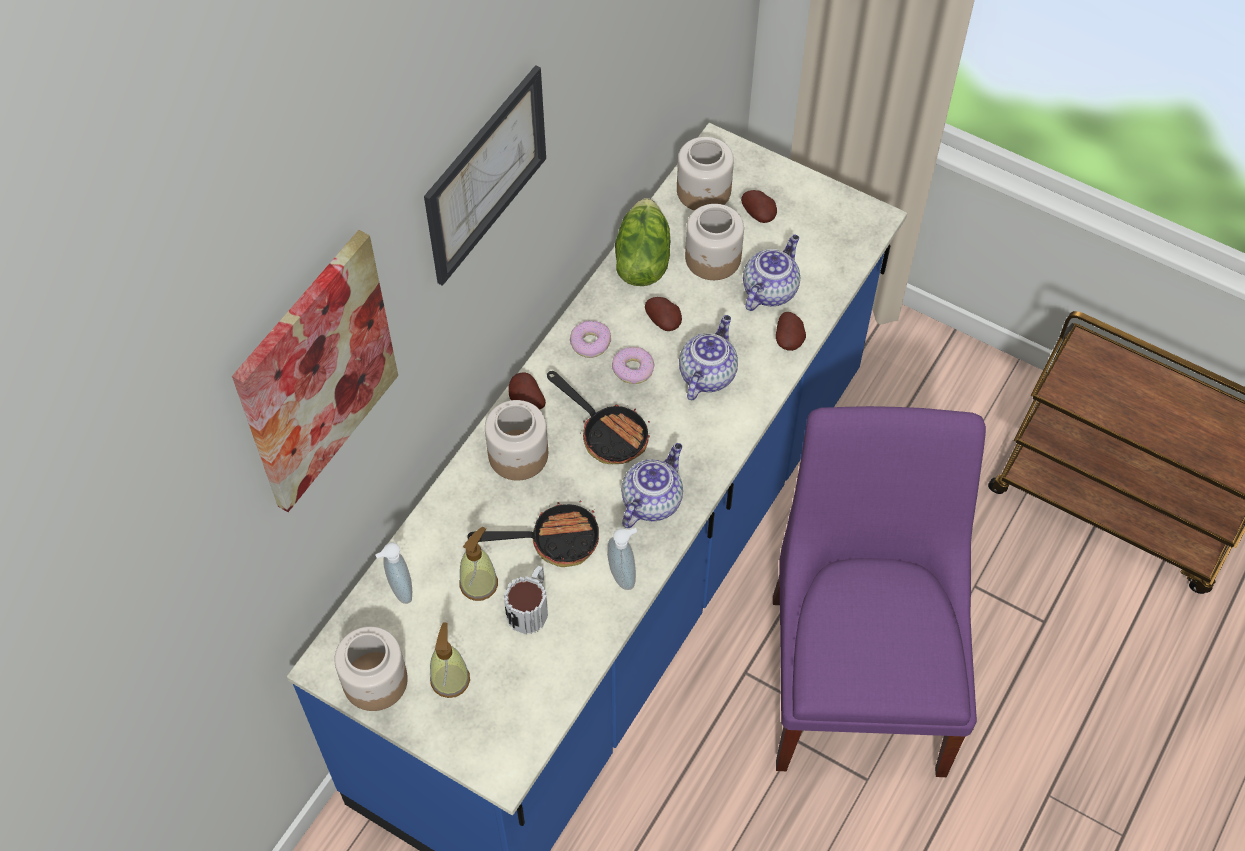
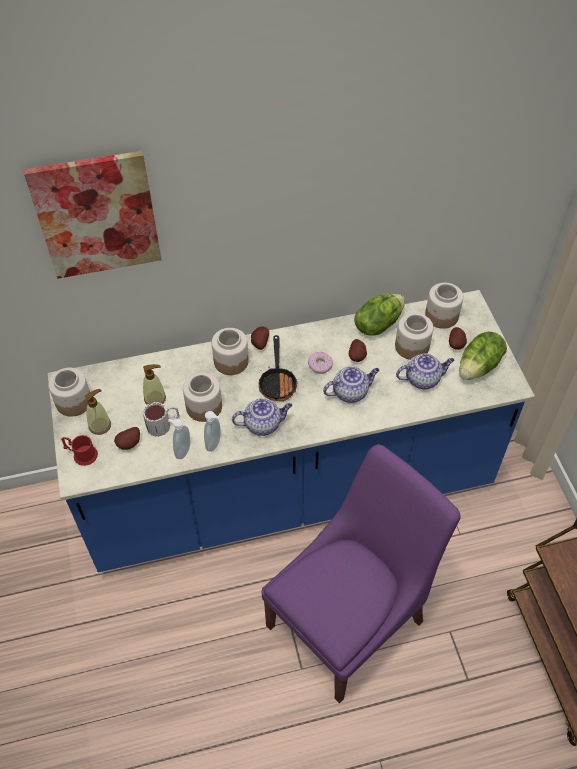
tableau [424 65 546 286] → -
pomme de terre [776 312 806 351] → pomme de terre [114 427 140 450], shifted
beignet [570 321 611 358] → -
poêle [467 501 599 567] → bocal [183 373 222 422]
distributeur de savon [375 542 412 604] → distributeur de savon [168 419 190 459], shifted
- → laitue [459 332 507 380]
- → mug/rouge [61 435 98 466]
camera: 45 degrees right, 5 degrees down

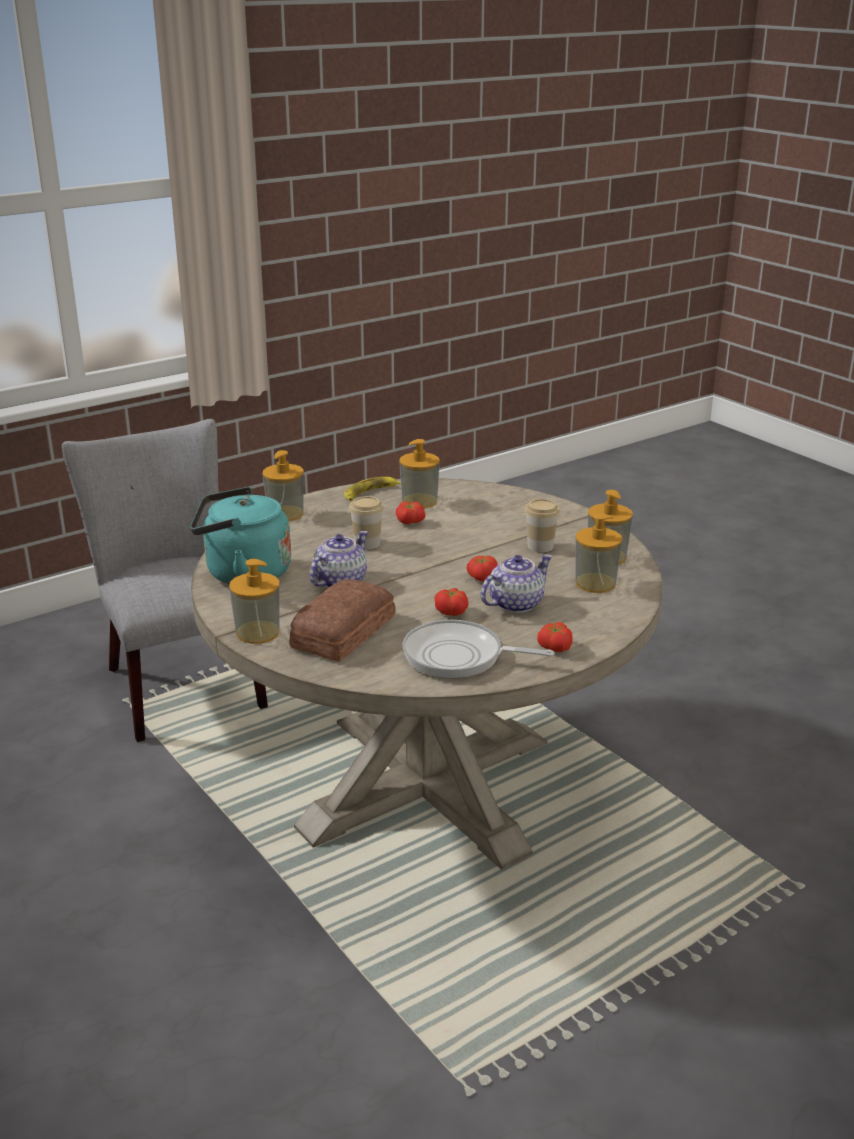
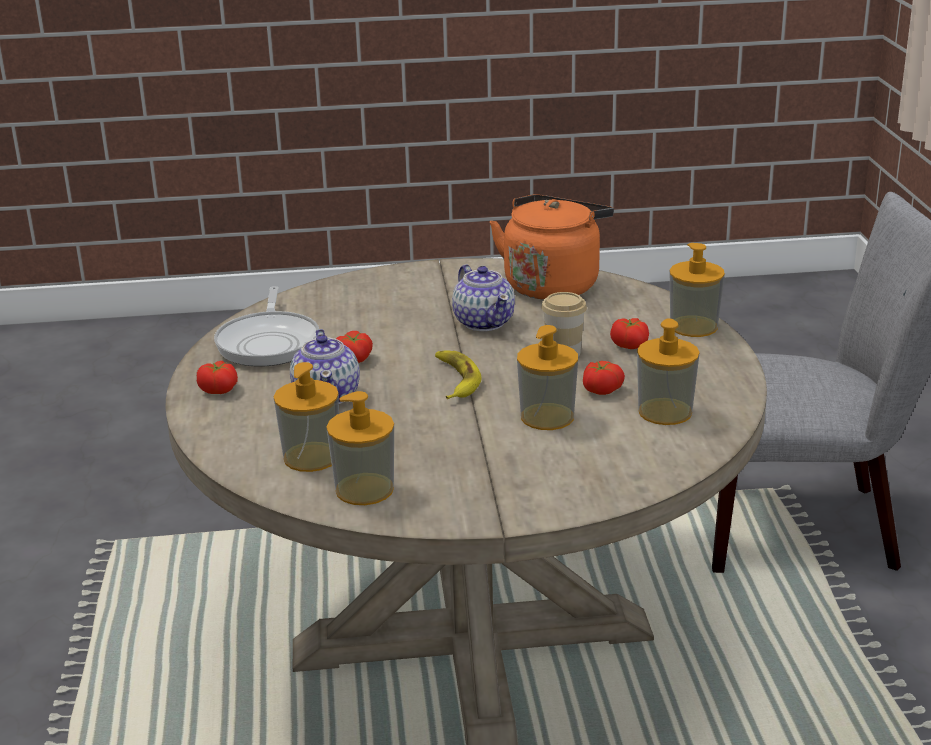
banane [344 477 401 501] → banane [435 350 482 399], shifted
bouilloire/turquoise [190 487 291 584] → bouilloire/orange [490 194 614 300]
tasse [525 499 560 552] → -
tomate [467 556 498 581] → tomate [610 318 649 349], shifted
distributeur de savon [229 559 280 644] → distributeur de savon [517 325 578 430], shifted
pain [289 579 396 662] → -
poêle [403 620 555 678] → poêle [214 286 319 366], 135 degrees clockwise
camera: 120 degrees right, 0 degrees up

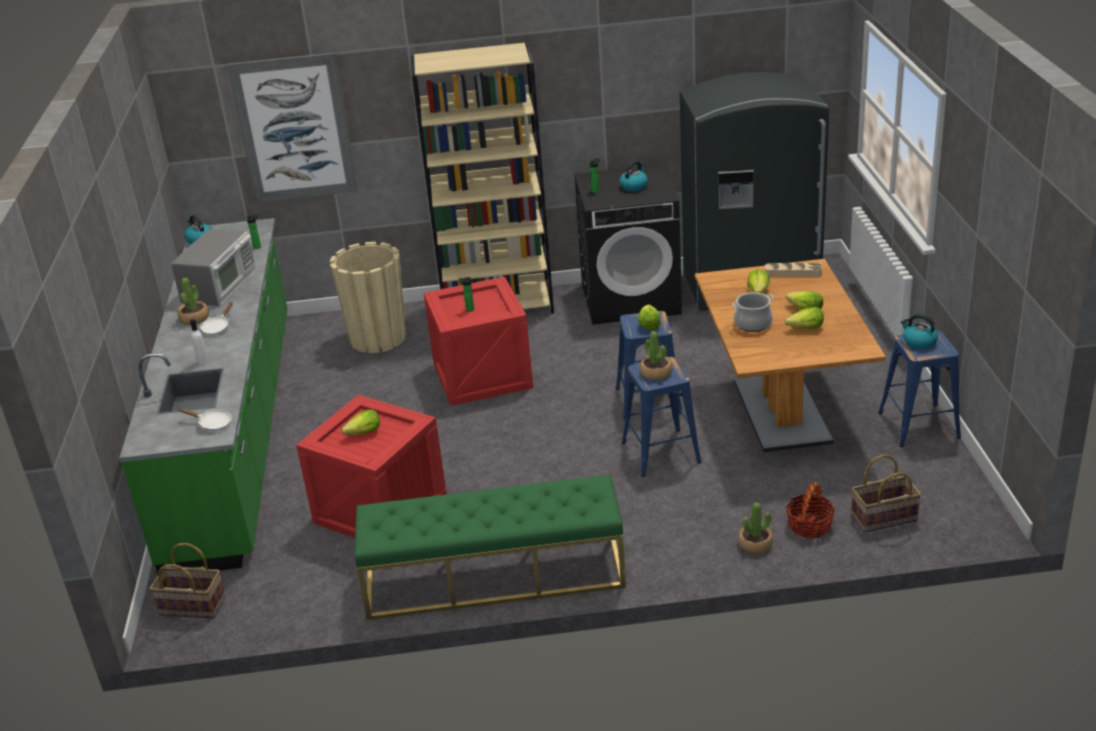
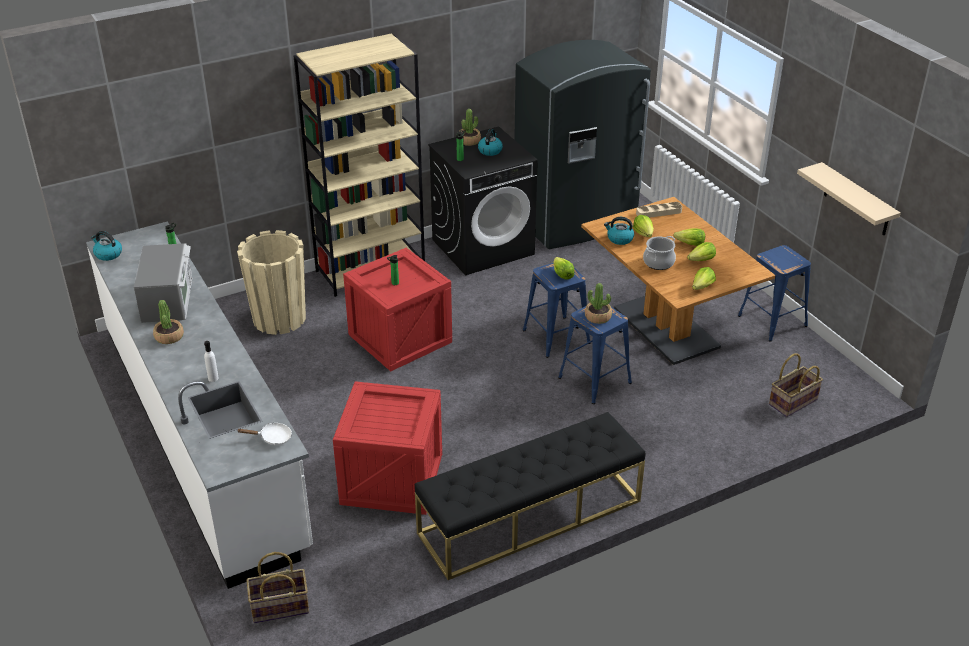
tableau [227 53 358 202] → -
comptoir de cuisine/vert [119 218 288 575] → comptoir de cuisine/blanc [86 221 313 589]
poêle/blanc [200 302 233 335] → -
bouilloire [901 314 938 349] → bouilloire [604 217 634 245], shifted
laitue [341 410 380 435] → laitue [692 267 716 290], shifted
banc/vert [355 475 626 620] → banc/noir [415 412 646 580]
panier [786 482 835 538] → -
plante en pot [738 503 773 554] → plante en pot [461 109 481 146], shifted
- → étagère/beige [797 162 901 235]
camera: 25 degrees left, 5 degrees up

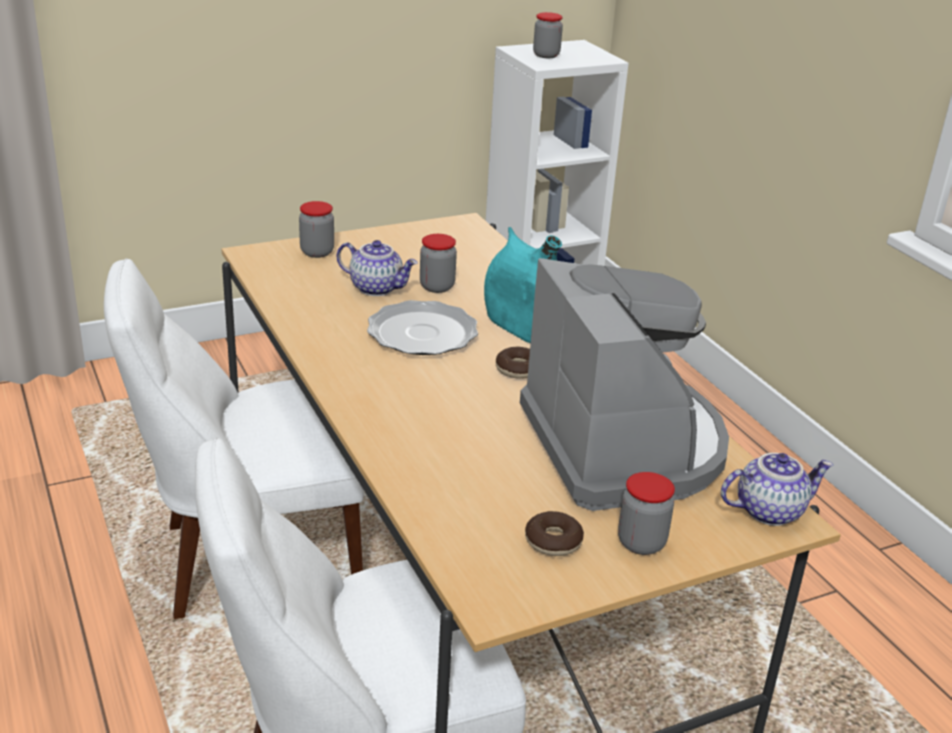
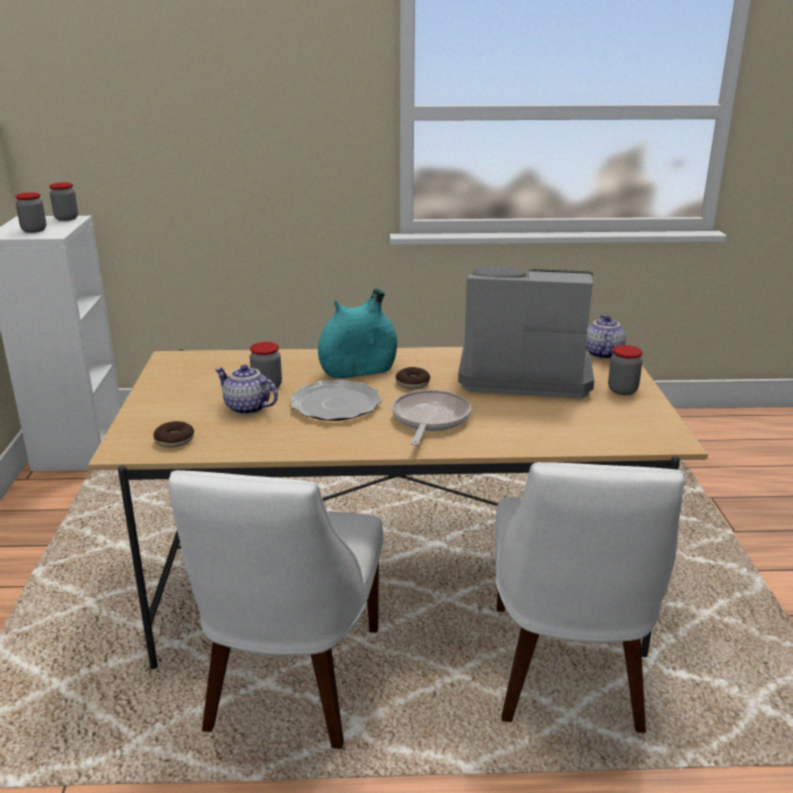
bocal [299 201 334 258] → bocal [49 183 78 221], shifted
théière [337 240 418 296] → théière [215 365 278 415], 105 degrees counterclockwise
beignet [525 511 584 556] → beignet [153 421 194 448], shifted
- → poêle [392 389 471 446]
camera: 65 degrees left, 5 degrees down

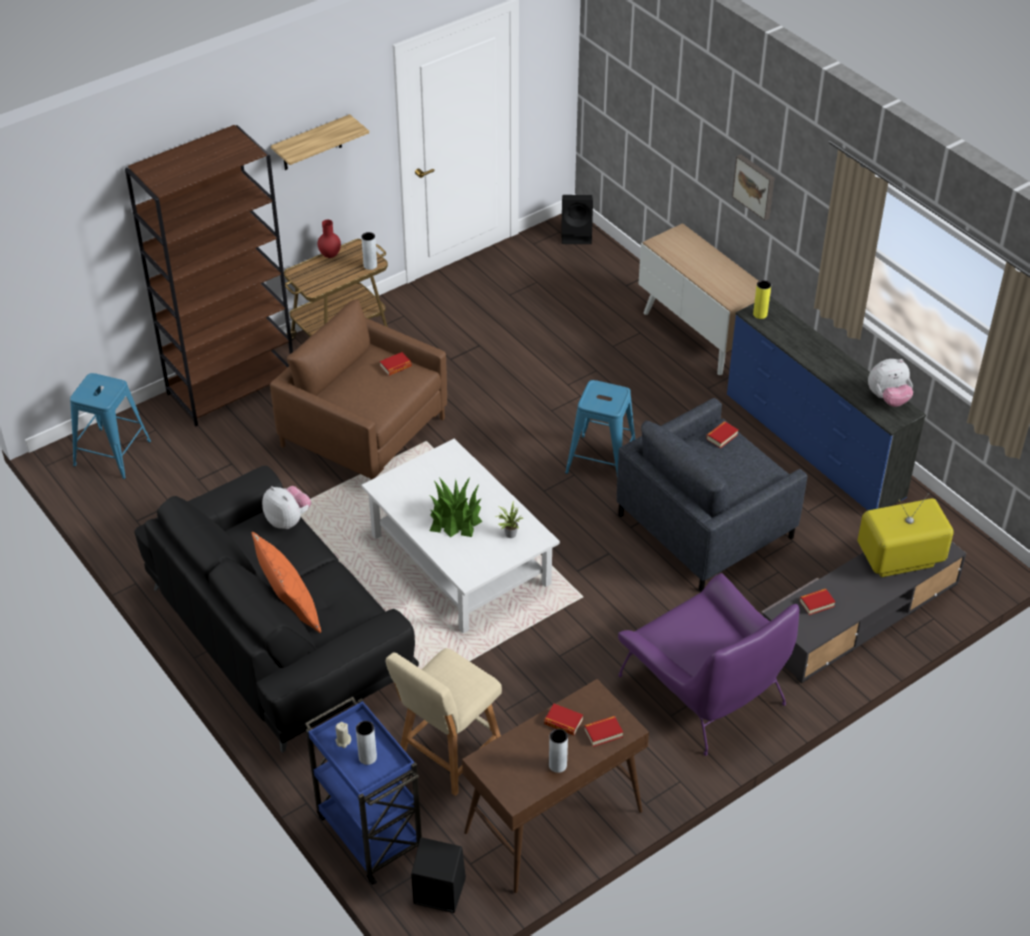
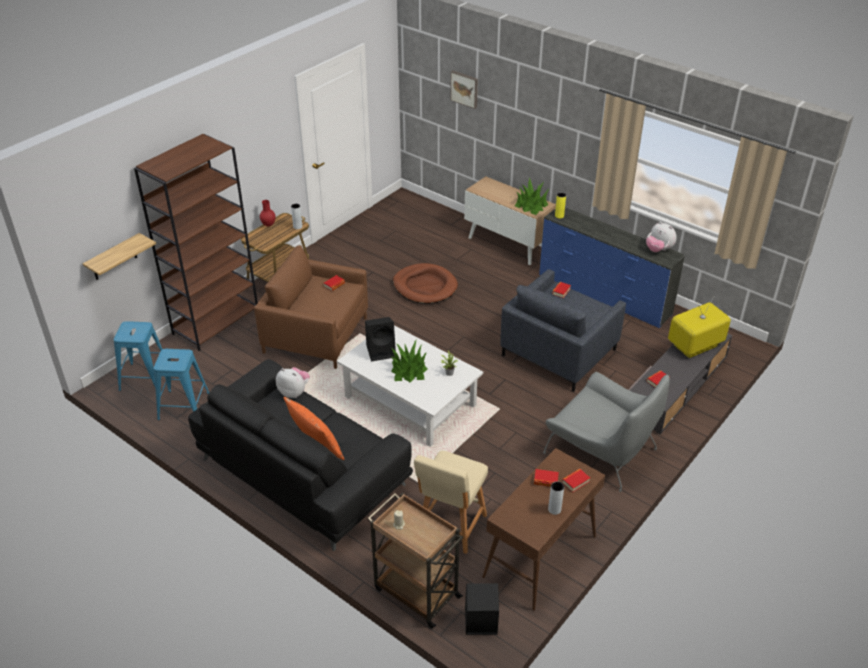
étagère [271 114 369 170] → étagère [82 233 156 280], shifted
tableau [732 154 774 220] → tableau [450 71 478 109], shifted
enceinte/noir [562 195 593 244] → enceinte/noir [365 317 396 361], shifted
peluche [868 359 913 407] → peluche [646 222 677 252], 75 degrees clockwise
tabouret/bleu [565 380 635 474] → tabouret/bleu [154 349 209 420], shifted
fauteuil/violet [618 573 800 756] → fauteuil/gris [543 372 670 492]
chariot/bleu [305 697 422 885] → chariot/marron [367 493 464 628]
vase/gris [356 721 377 765] → -
- → plante en pot [515 178 549 215]
- → panier pour chien/marron [393 263 458 304]
camera: 15 degrees left, 5 degrees down

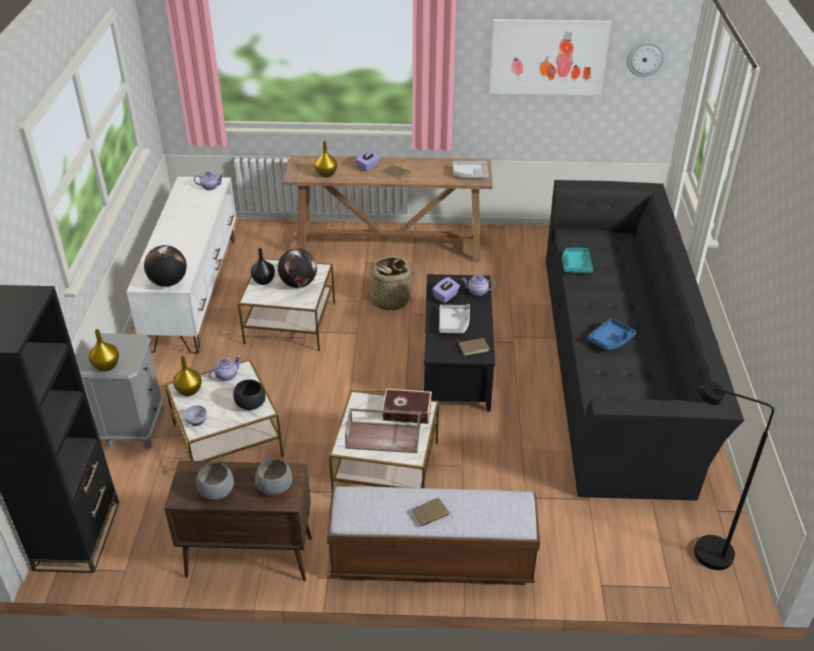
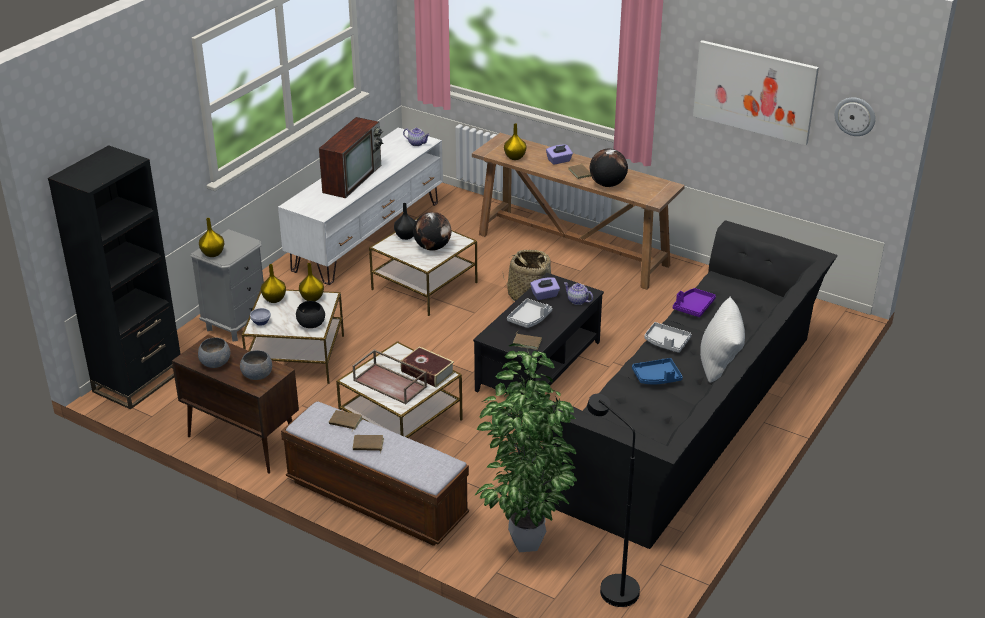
plateau/gris [453 161 489 178] → plateau/gris [644 322 691 353], shifted
globe [144 245 187 287] → globe [589 149 628 187], shifted
plateau/turquoise [562 248 593 273] → plateau/violet [673 288 716 317]
théière [209 356 242 381] → vase/jaune [299 263 324 301]
- → téléviseur [319 117 384 198]
- → coussin/blanc [700 296 745 383]
- → plante en pot [475 343 577 552]
- → livre/marron [329 410 363 431]
camera: 30 degrees right, 5 degrees down

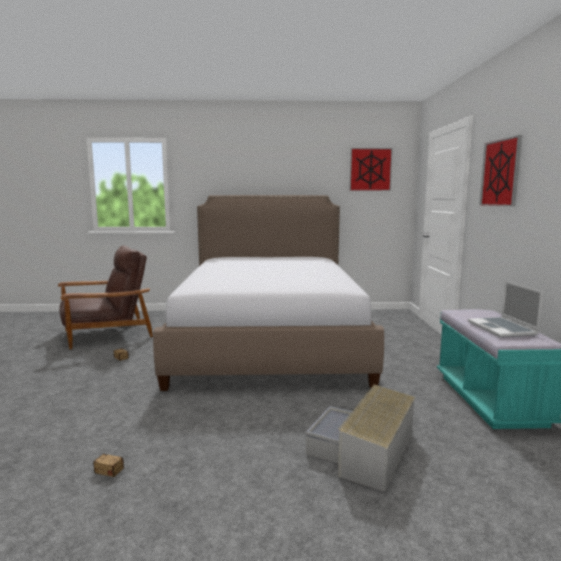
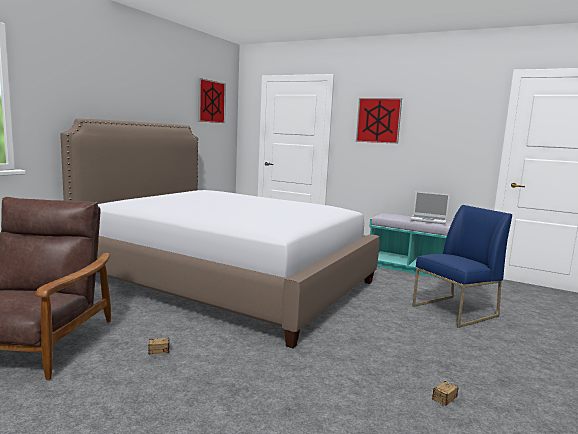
boîte de rangement/gris [306 384 415 492] → chaise/bleu [412 205 512 328]
camera: 60 degrees left, 0 degrees up

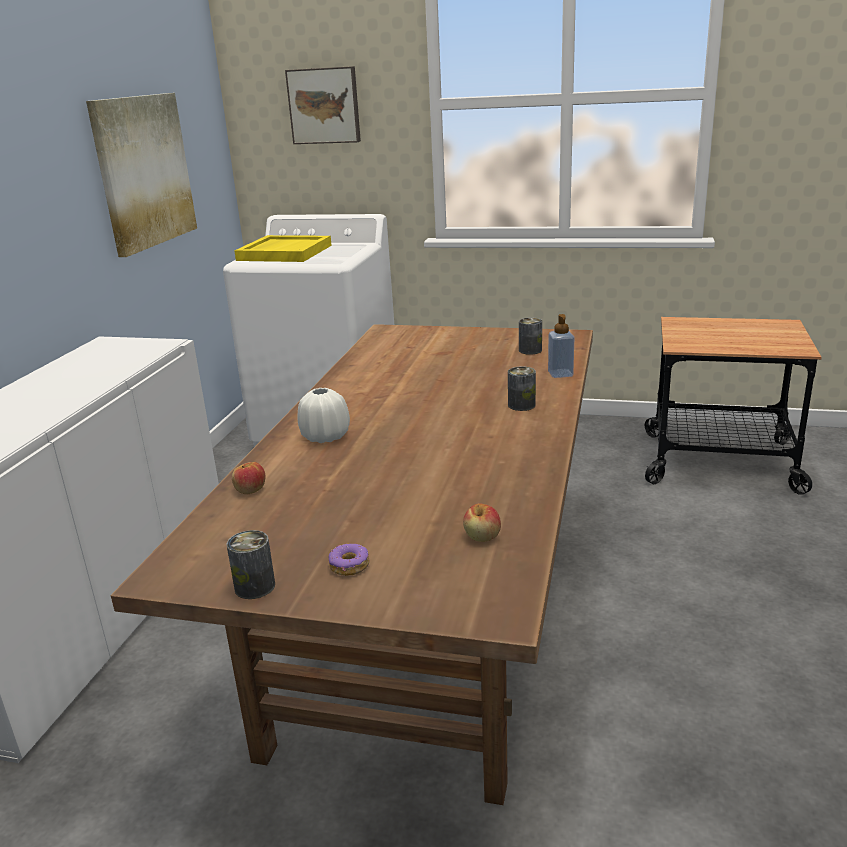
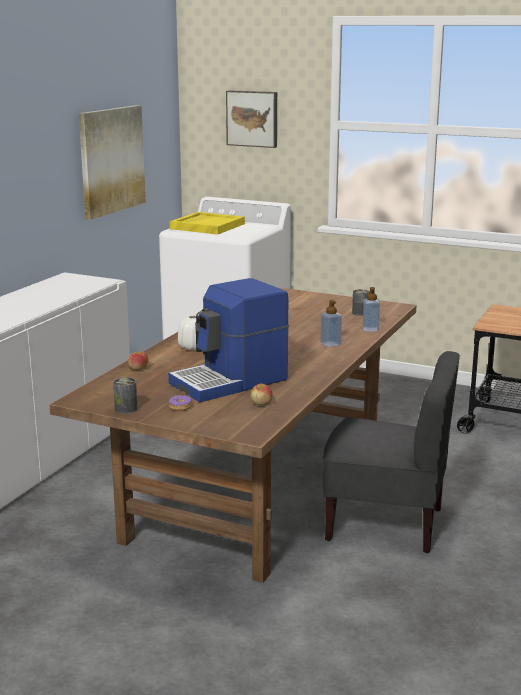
boîte métallique [508 366 536 411] → distributeur de savon [320 300 342 347]
- → machine à café [168 278 289 402]
- → chaise/gris [323 351 460 553]
camera: 10 degrees right, 5 degrees down

